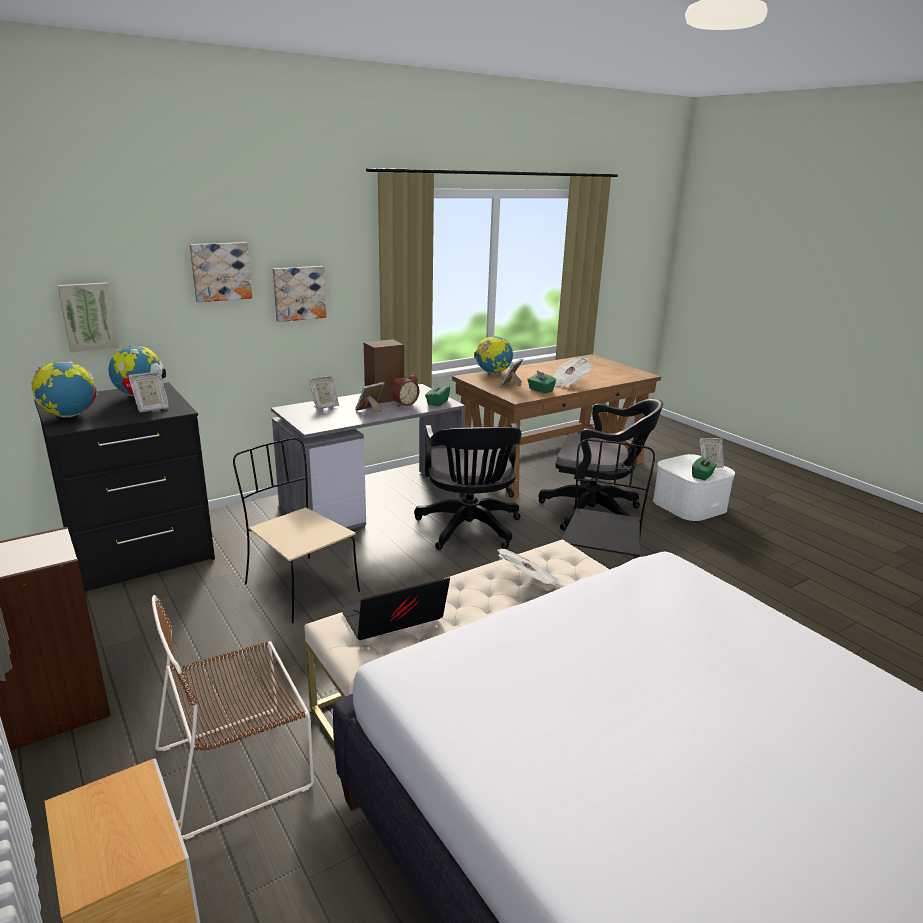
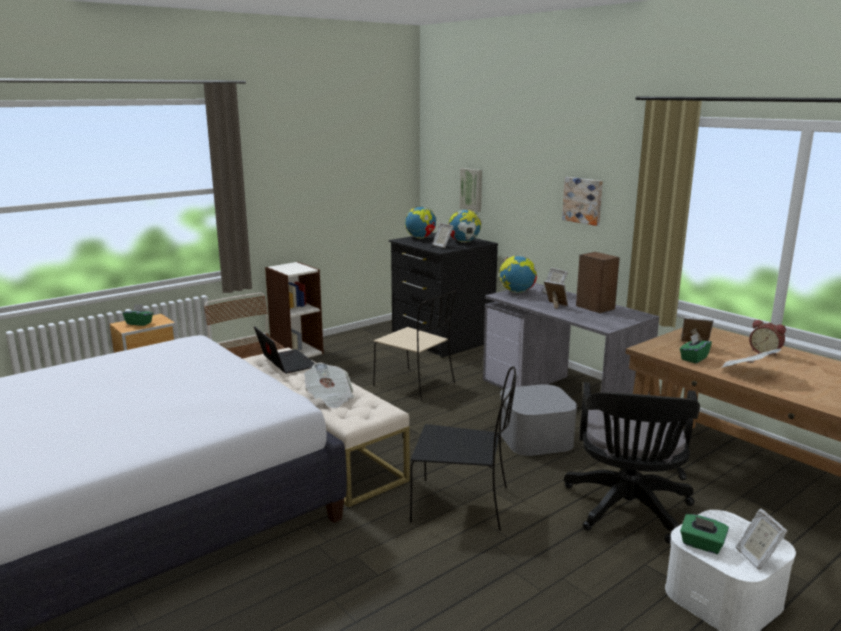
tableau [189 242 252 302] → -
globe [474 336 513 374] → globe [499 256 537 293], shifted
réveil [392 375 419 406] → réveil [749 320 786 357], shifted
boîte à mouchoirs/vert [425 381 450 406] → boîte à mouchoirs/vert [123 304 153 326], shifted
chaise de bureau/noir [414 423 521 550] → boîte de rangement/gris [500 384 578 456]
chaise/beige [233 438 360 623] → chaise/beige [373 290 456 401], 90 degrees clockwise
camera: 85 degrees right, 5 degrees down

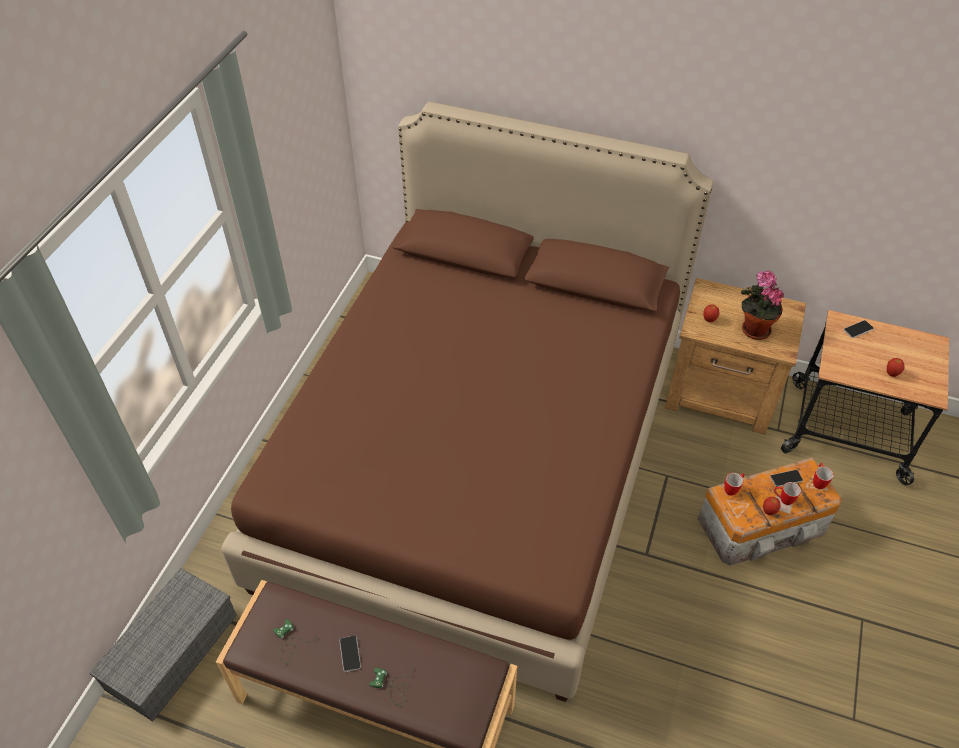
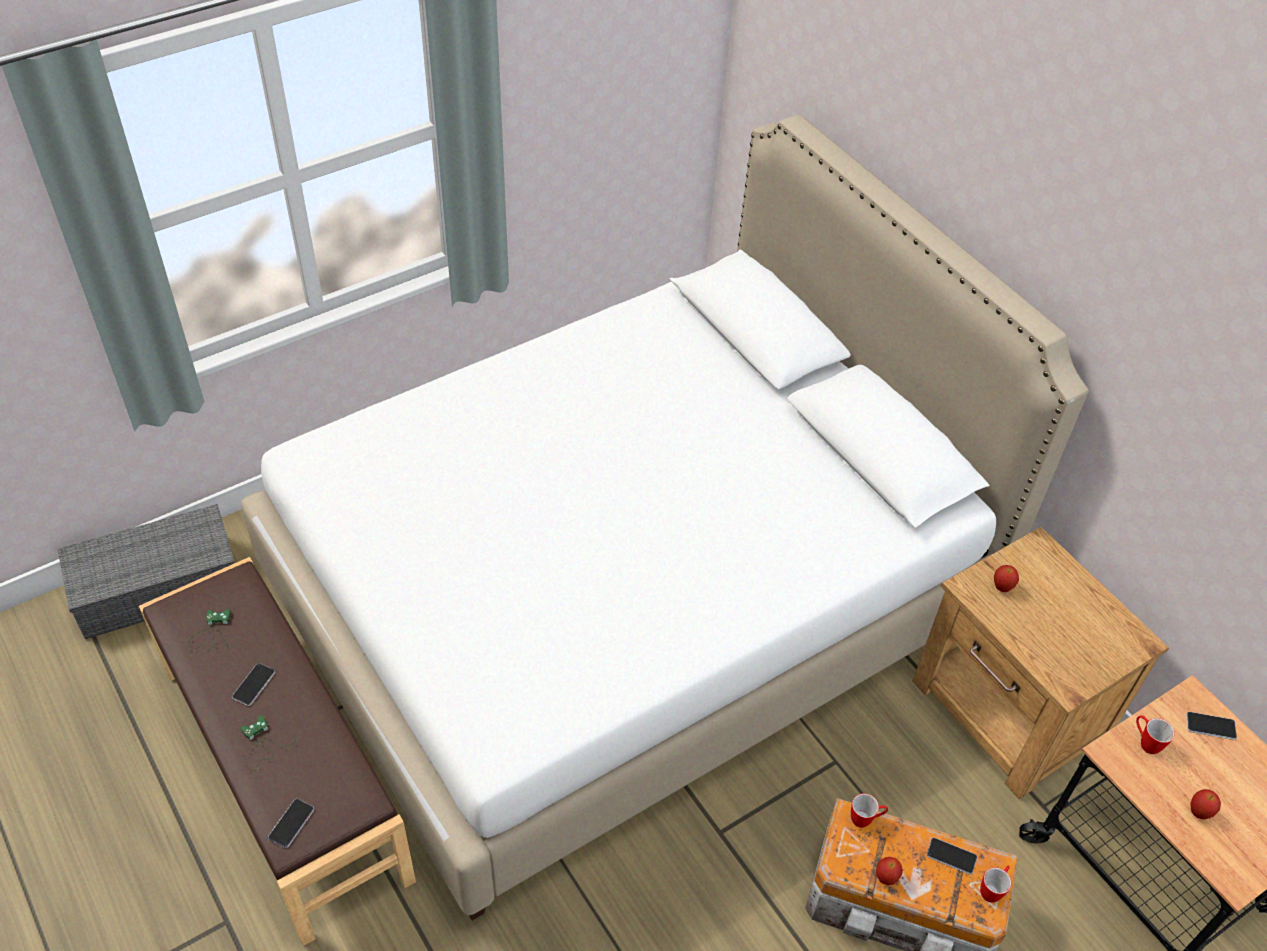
lit/marron [221 101 713 702] → lit/blanc [241 115 1089 920]
plante en pot [741 271 784 340] → -
mug [774 482 801 505] → mug [1136 715 1175 754], shifted
- → téléphone [268 799 314 848]
camera: 35 degrees right, 0 degrees up

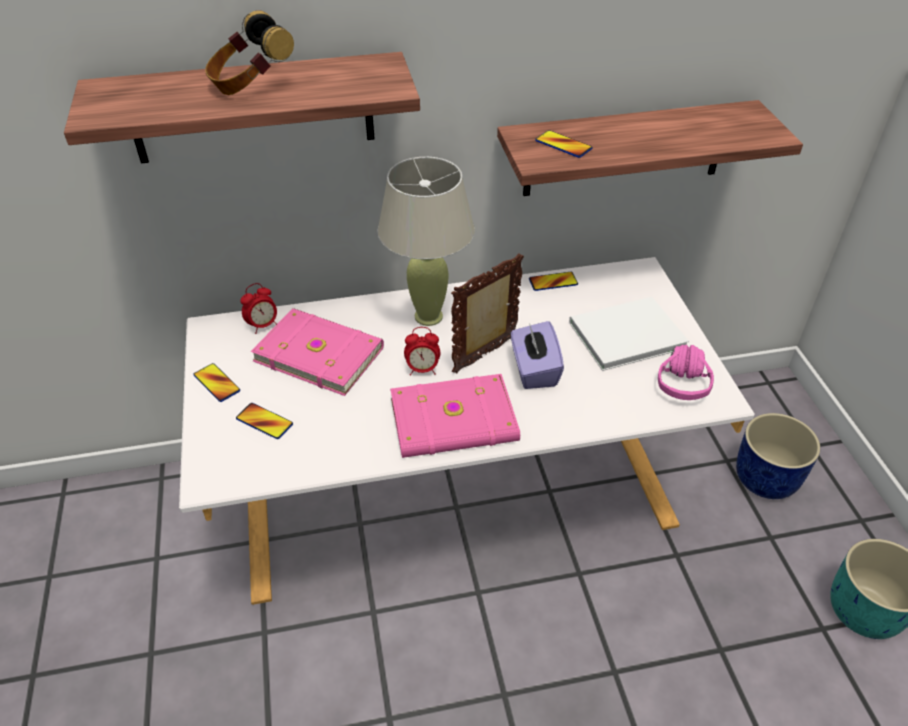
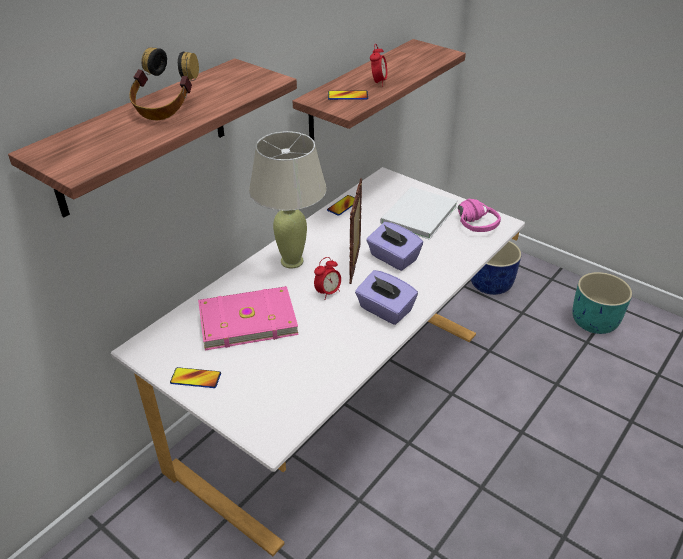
réveil [240 283 277 334] → réveil [370 44 387 87], shifted
livre/rose [390 374 520 458] → boîte à mouchoirs/violet [355 270 418 325]
téléphone [236 403 293 439] → -
camera: 40 degrees left, 5 degrees down

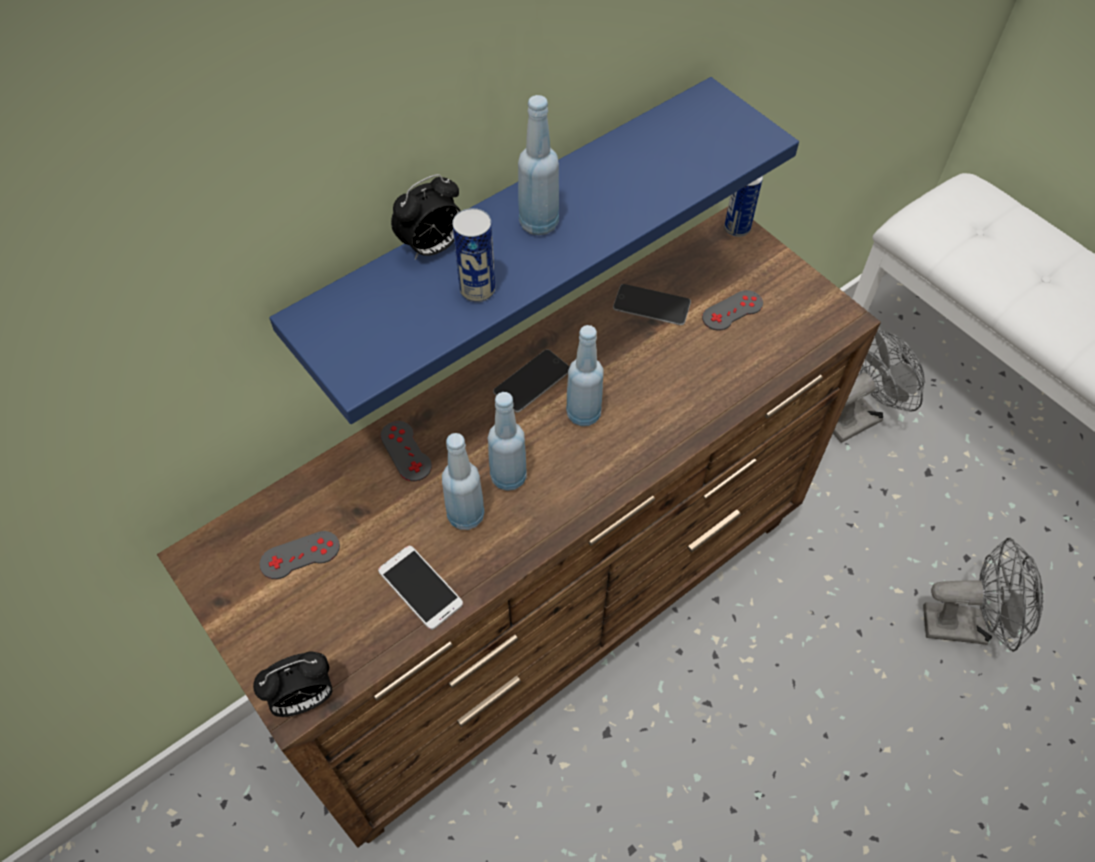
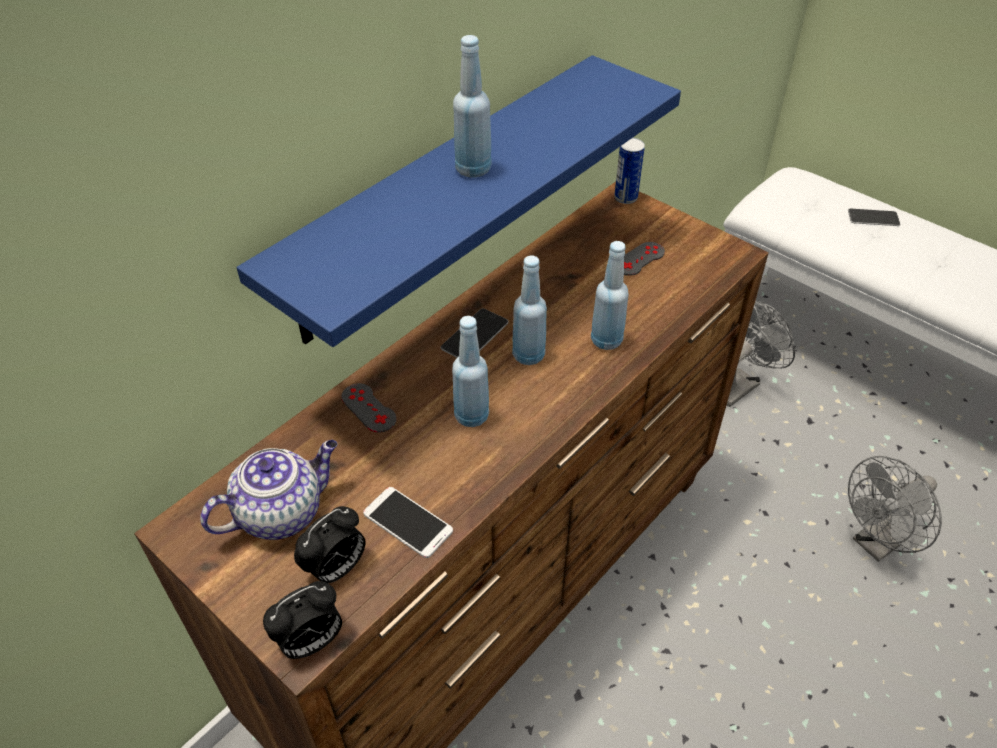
réveil [391 174 461 260] → réveil [294 506 365 583], shifted
boîte métallique [452 208 496 302] → -
téléphone [613 284 691 325] → téléphone [848 209 901 226], shifted
bouteille/bleu [442 433 485 530] → bouteille/bleu [591 241 629 350], shifted
manette/gris [259 531 340 579] → théière [200 440 337 540]
ventilateur/gris [923 538 1043 652] → ventilateur/gris [848 456 942 562], 150 degrees clockwise
camera: 10 degrees left, 10 degrees down

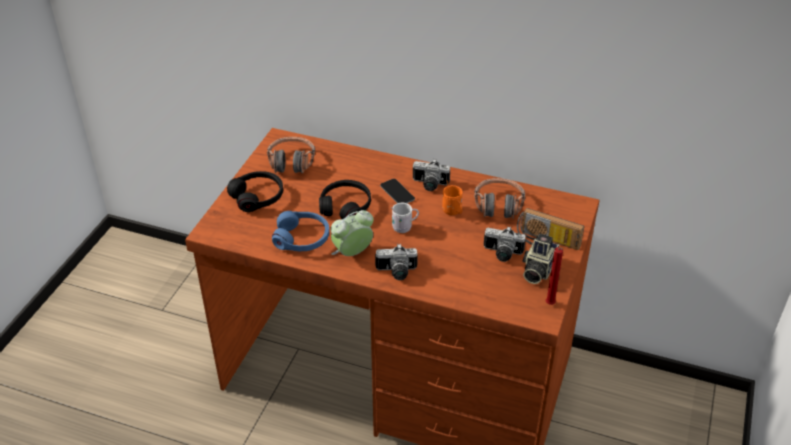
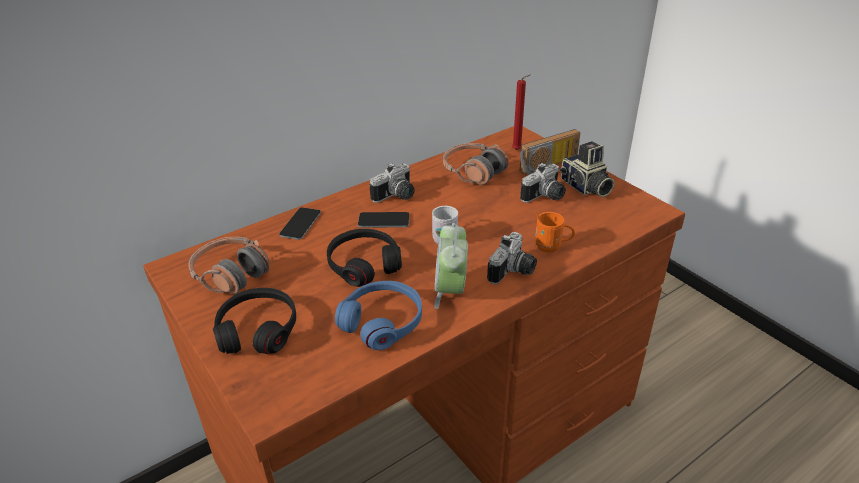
mug/orange [442 181 463 215] → mug/orange [535 211 575 253], shifted
bougie/rouge [546 247 563 305] → bougie/rouge [512 74 531 150], shifted
- → téléphone [279 207 321 240]
camera: 55 degrees left, 5 degrees down

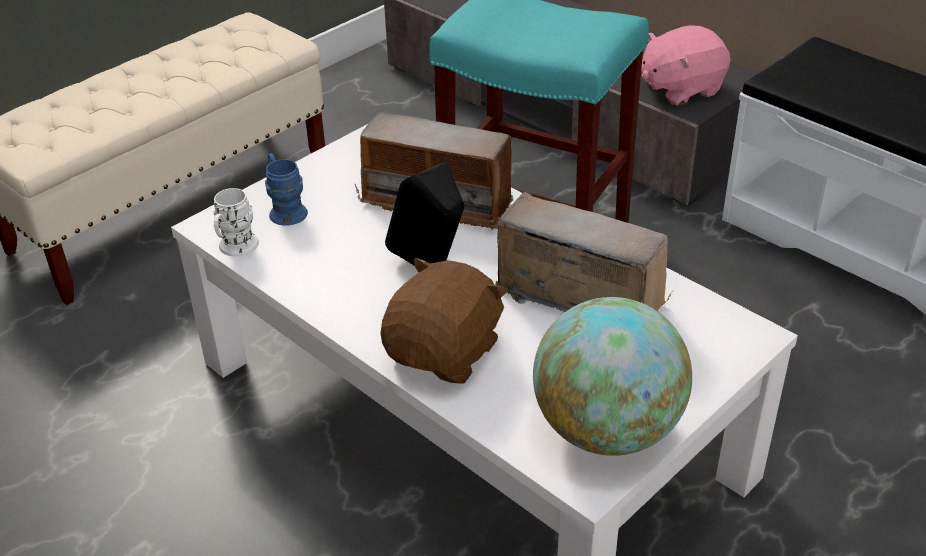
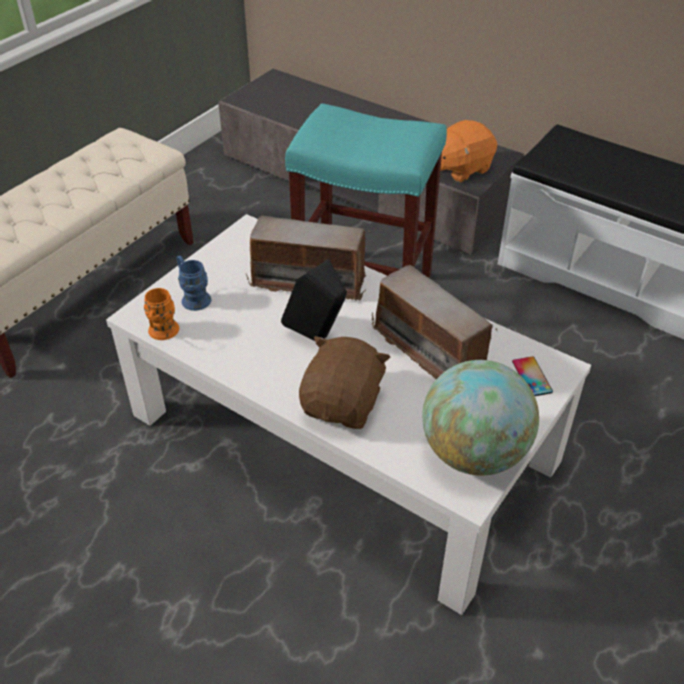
peluche/rose [641 25 730 106] → peluche/orange [440 120 497 183]
mug/blanc [213 188 259 257] → mug/orange [144 288 179 340]
radio [490 192 673 312] → radio [372 265 497 379], 150 degrees counterclockwise
- → téléphone [512 356 553 396]
camera: 10 degrees left, 5 degrees up

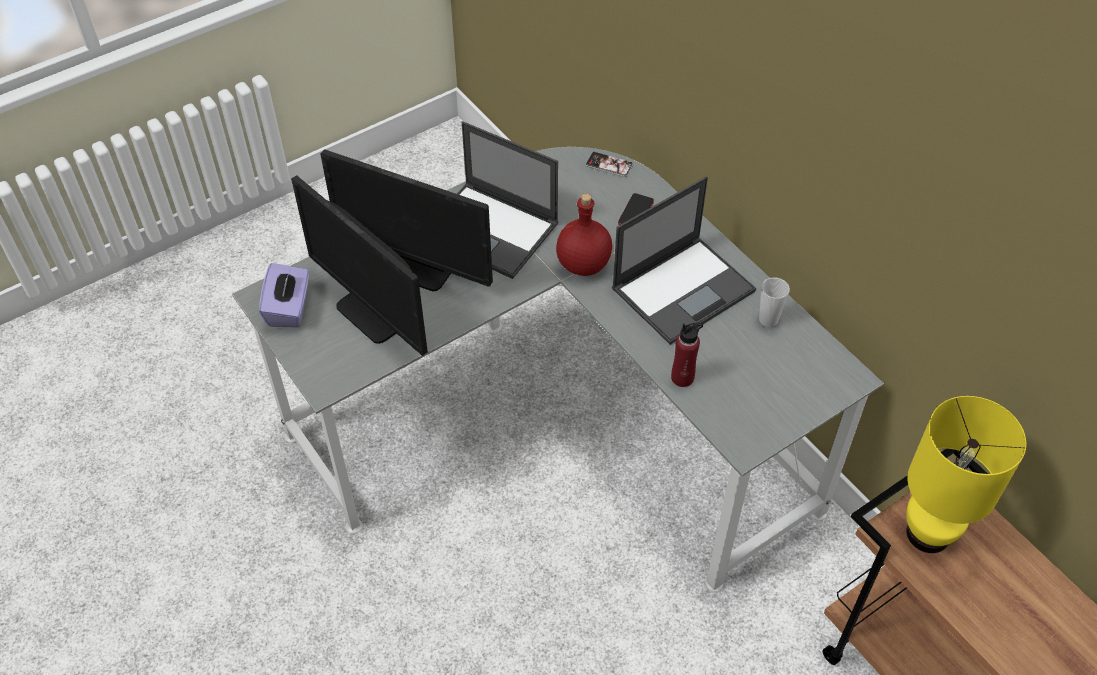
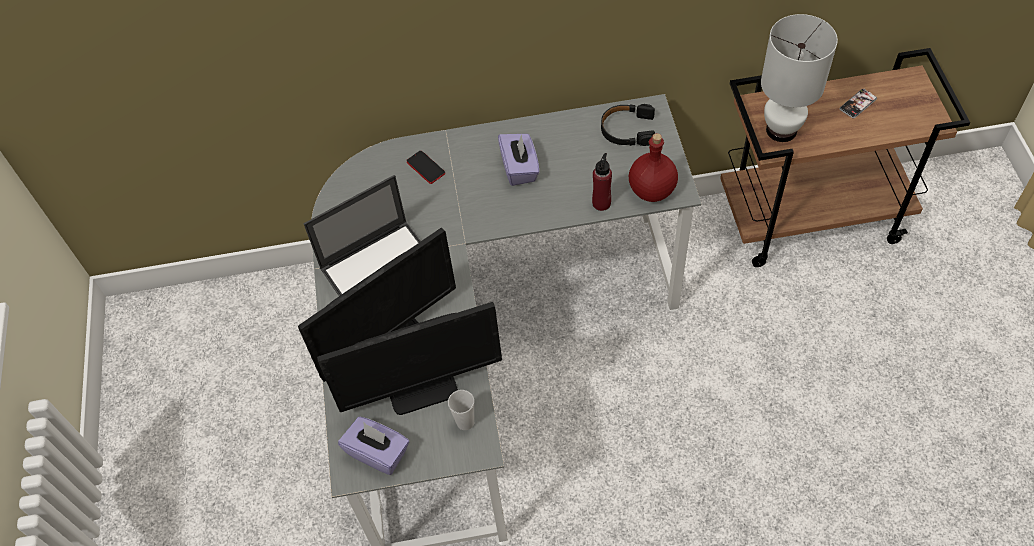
téléphone [585 152 633 177] → téléphone [839 89 877 118], shifted
ordinateur portable [612 176 756 345] → boîte à mouchoirs/violet [498 134 540 186]
bouteille/rouge [556 193 612 276] → bouteille/rouge [629 133 678 202], shifted
tasse [759 277 790 327] → tasse [448 390 474 430], shifted
lampe de table/jaune [906 396 1026 553] → lampe de table/blanc [761 14 838 142]
- → casque audio/noir [601 104 655 146]
camera: 60 degrees left, 5 degrees up

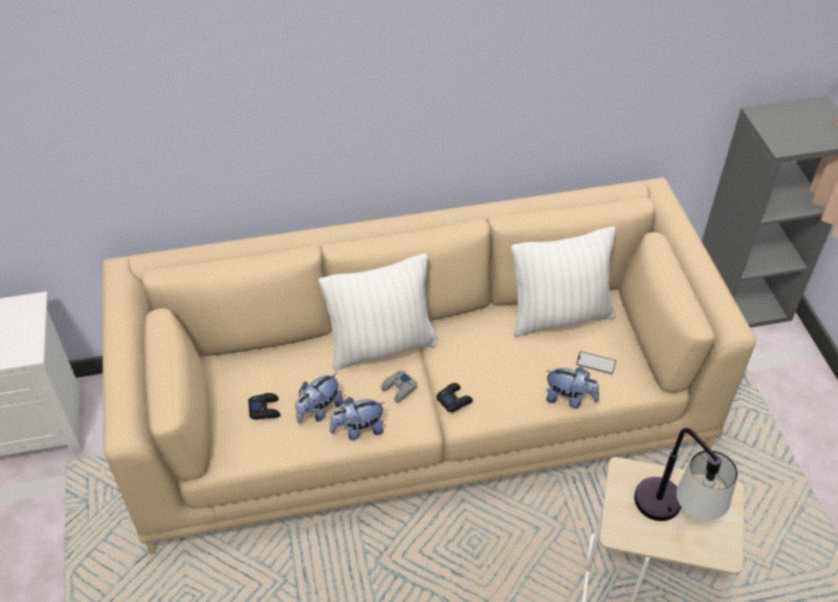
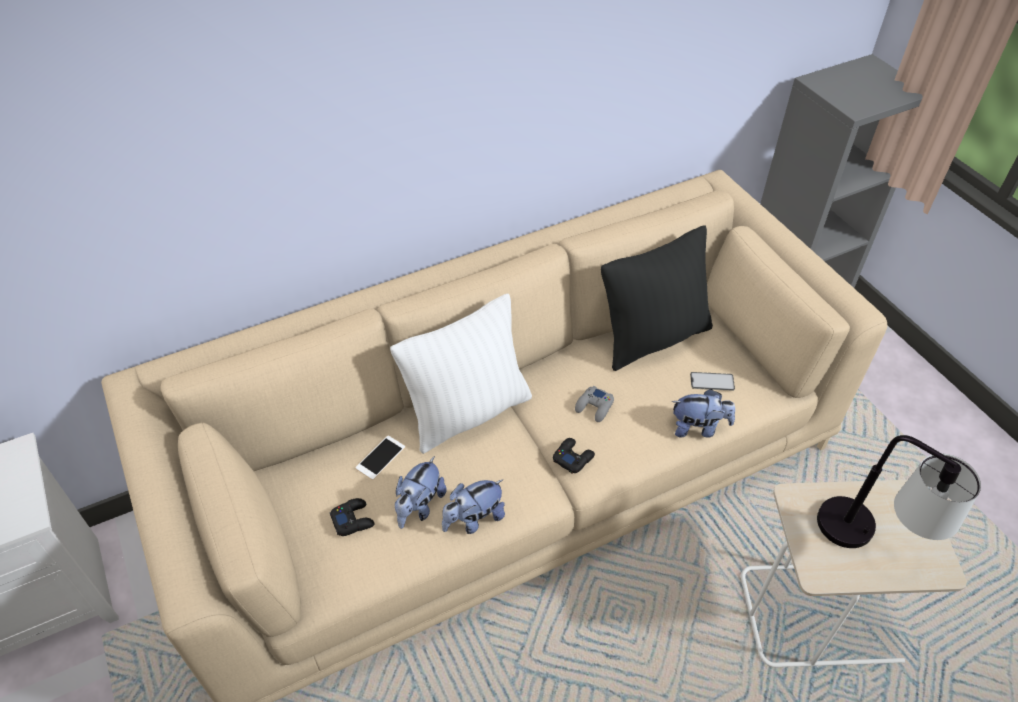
coussin/blanc [511 227 616 337] → coussin/noir [601 225 713 371]
manette/gris [381 371 417 403] → manette/gris [575 386 614 422], shifted
- → téléphone [355 436 405 480]
camera: 15 degrees left, 0 degrees up

